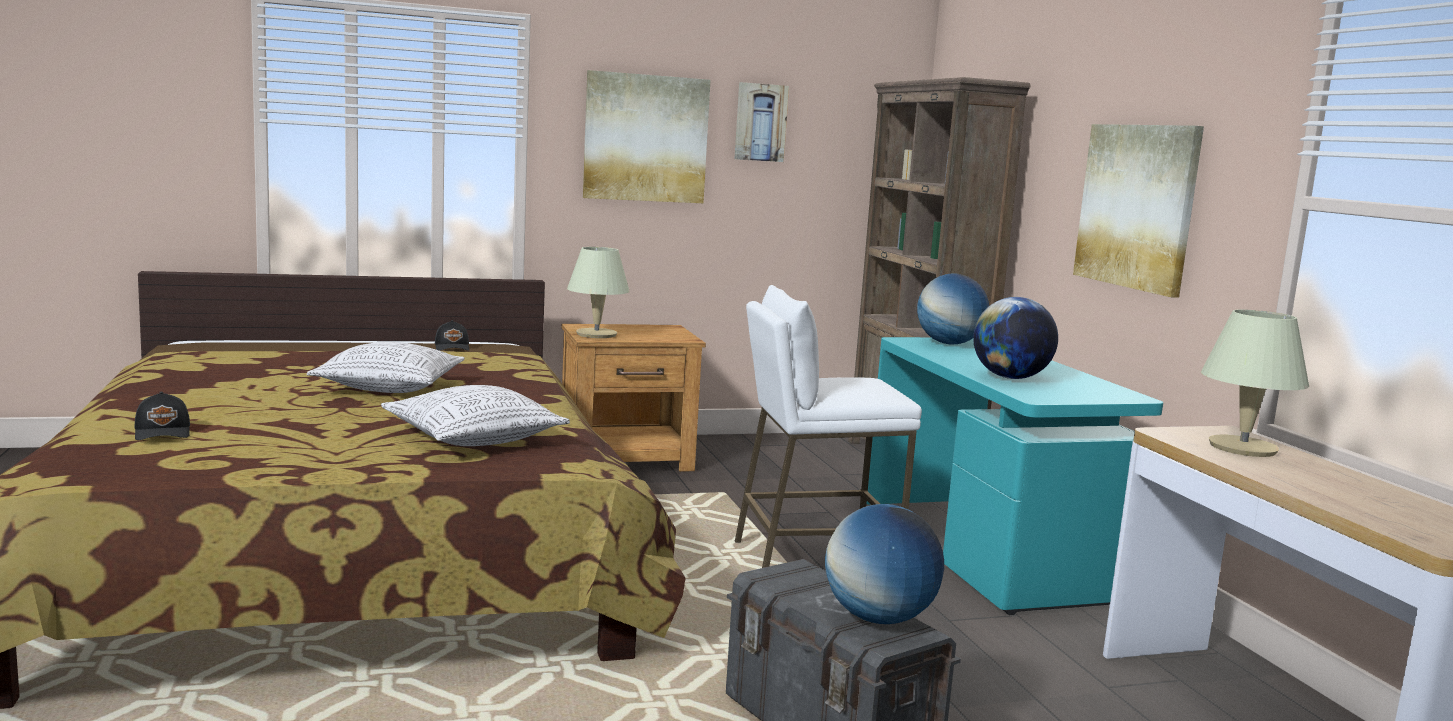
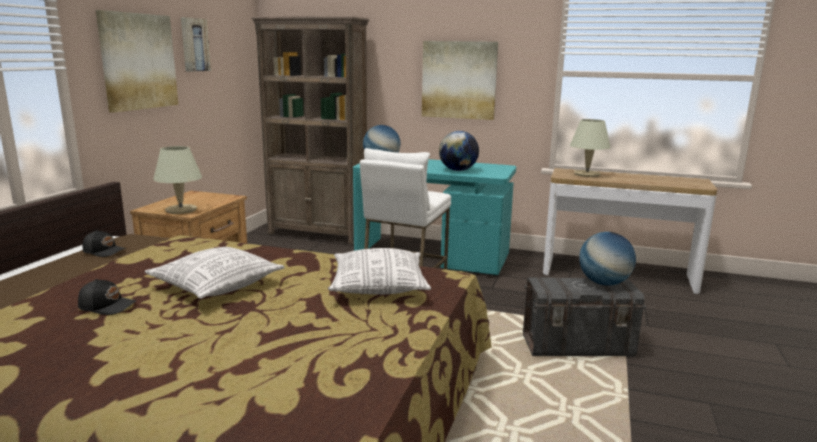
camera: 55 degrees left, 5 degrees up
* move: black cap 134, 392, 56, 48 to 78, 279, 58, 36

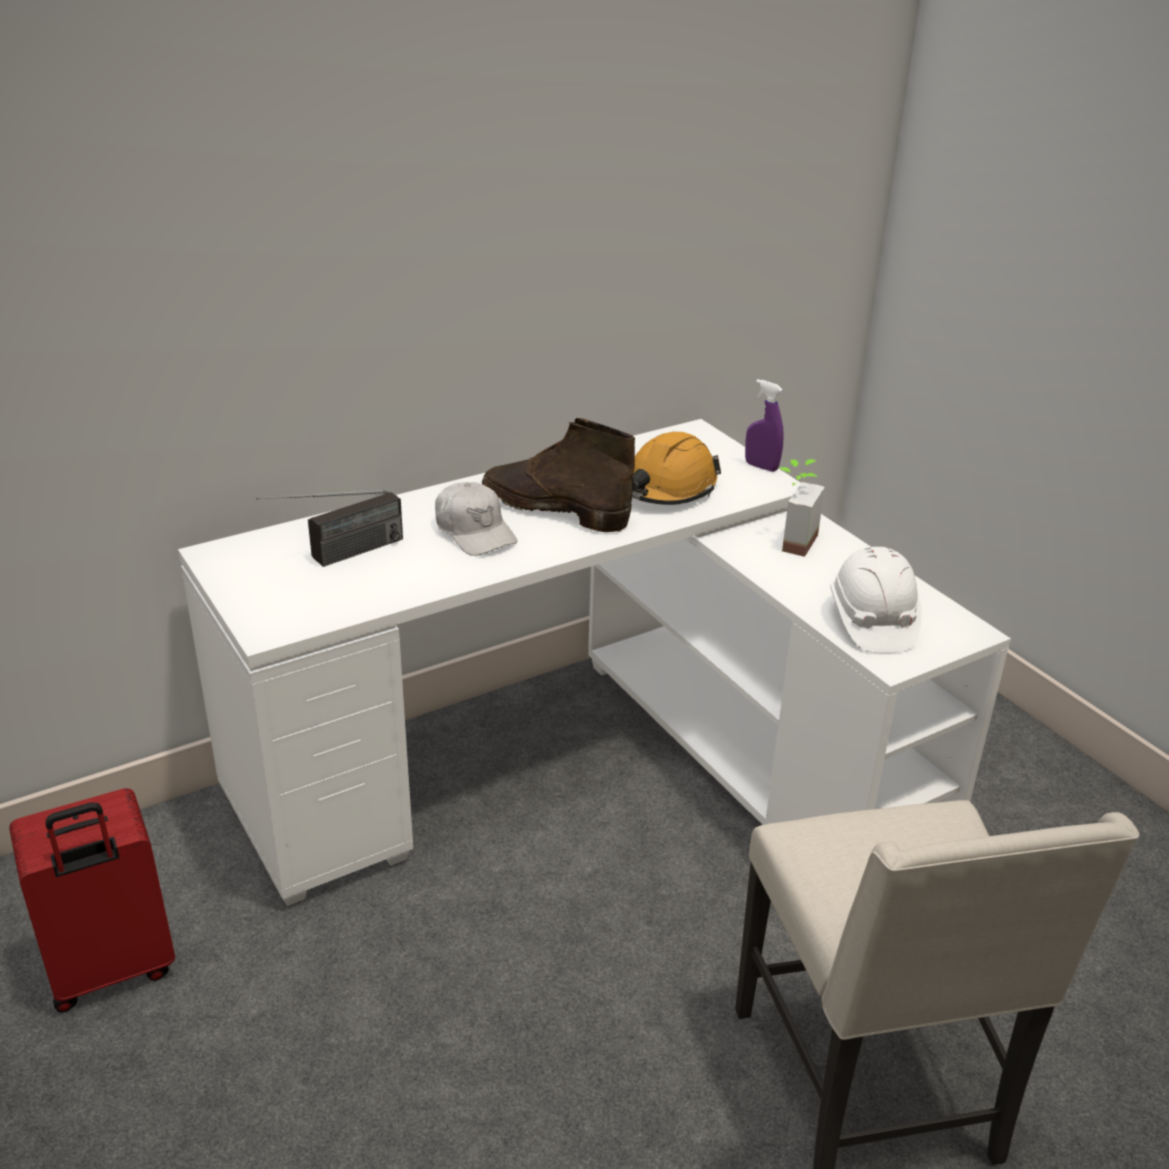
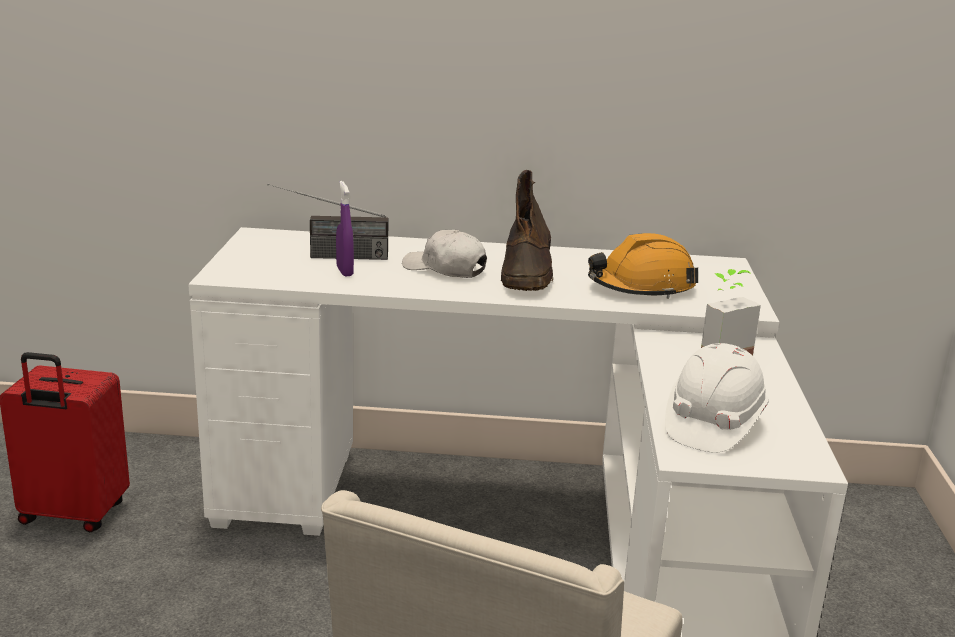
camera: 35 degrees right, 10 degrees down
* move: purple spray bottle 745, 379, 39, 93 to 336, 181, 18, 95
* rotate: brown boot 482, 418, 153, 114 = 501, 170, 52, 121 150 degrees counterclockwise
* rotate: white cap 435, 482, 83, 74 = 402, 230, 85, 48 120 degrees clockwise

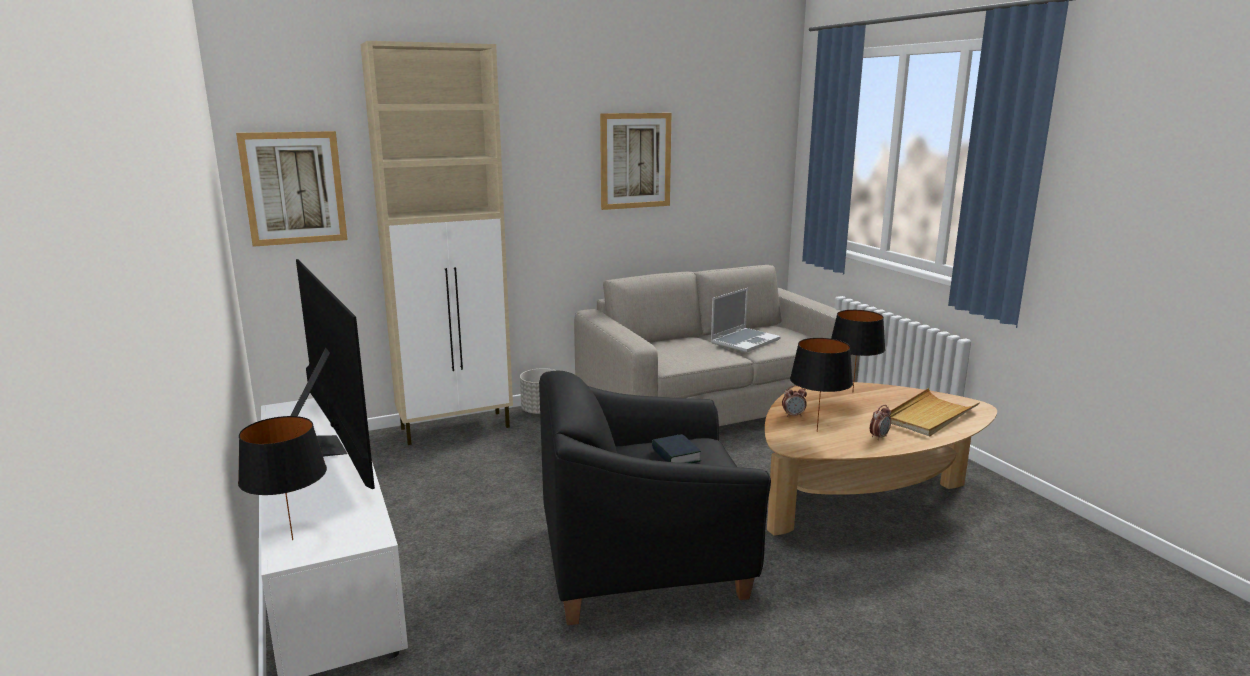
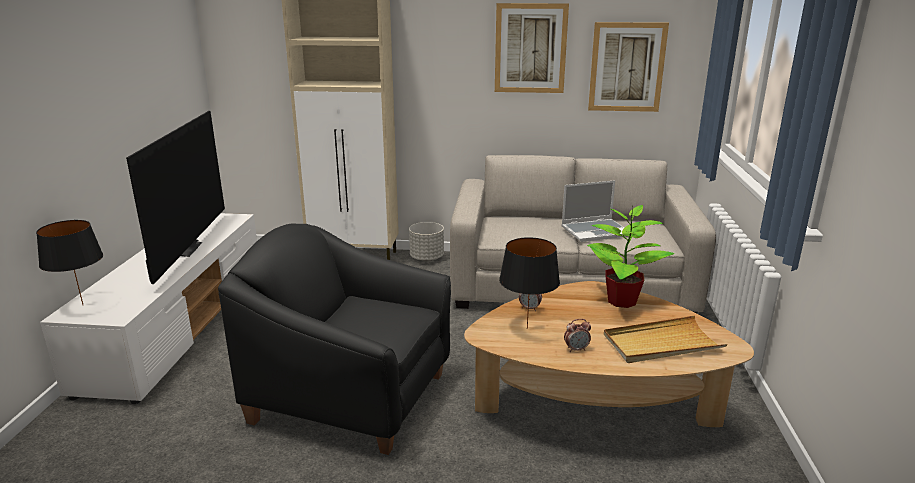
camera: 30 degrees right, 5 degrees up
* move: picture 236, 131, 112, 116 to 588, 22, 81, 90
* replace: black table lamp 831, 310, 55, 83 to potted plant 587, 205, 87, 103
* delete: book 652, 434, 49, 29

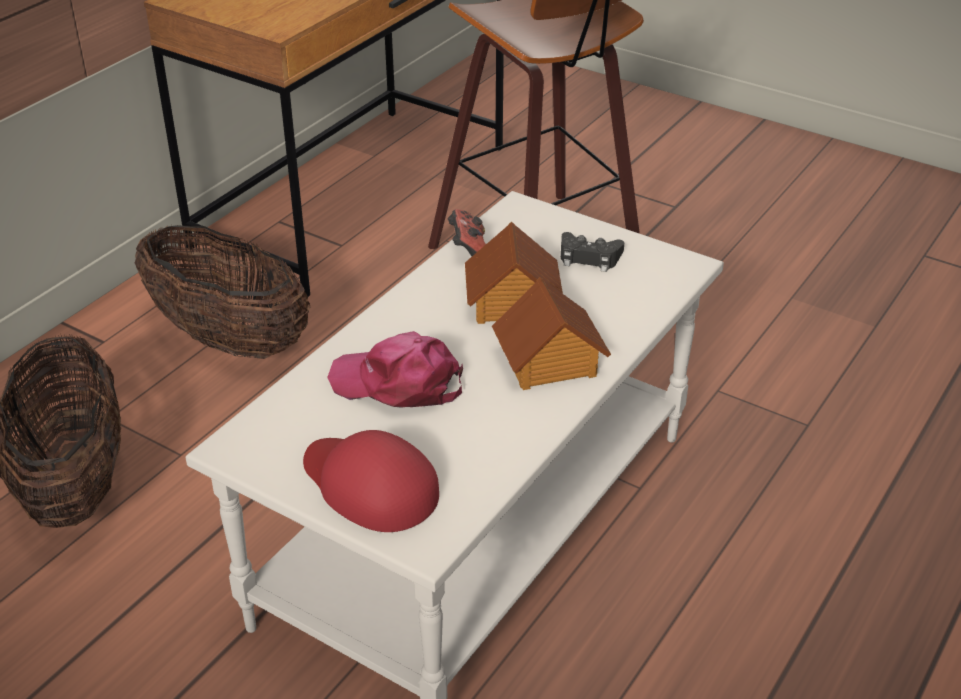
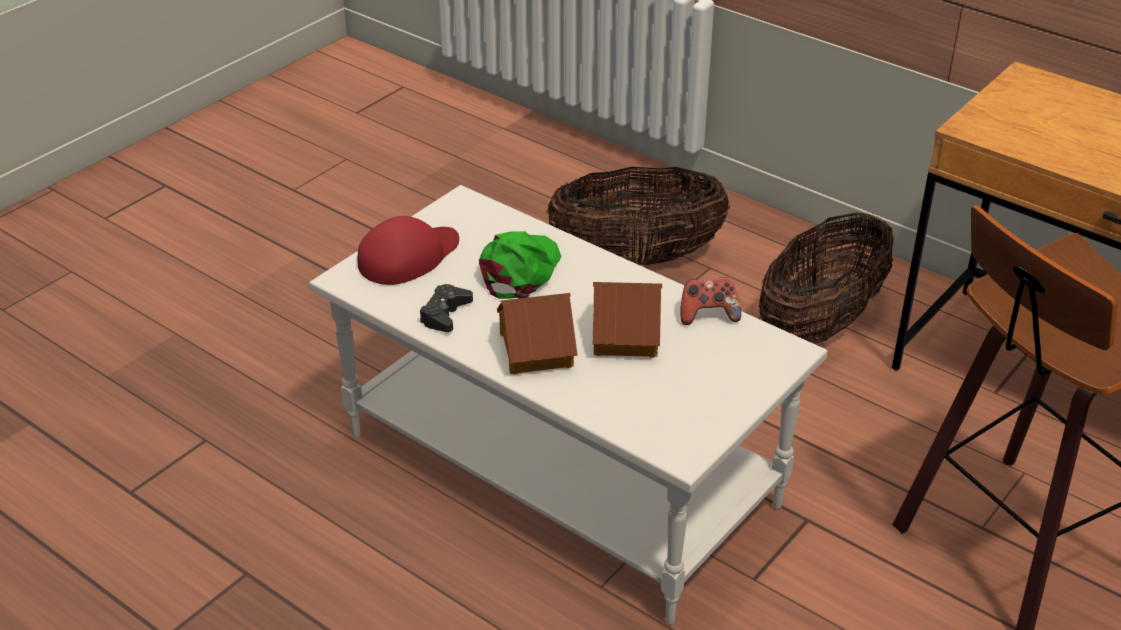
camera: 95 degrees right, 0 degrees up
* move: black game controller 561, 232, 63, 40 to 420, 284, 53, 48
* recolor: pink cap 327, 331, 136, 77 to green cap 479, 231, 82, 68

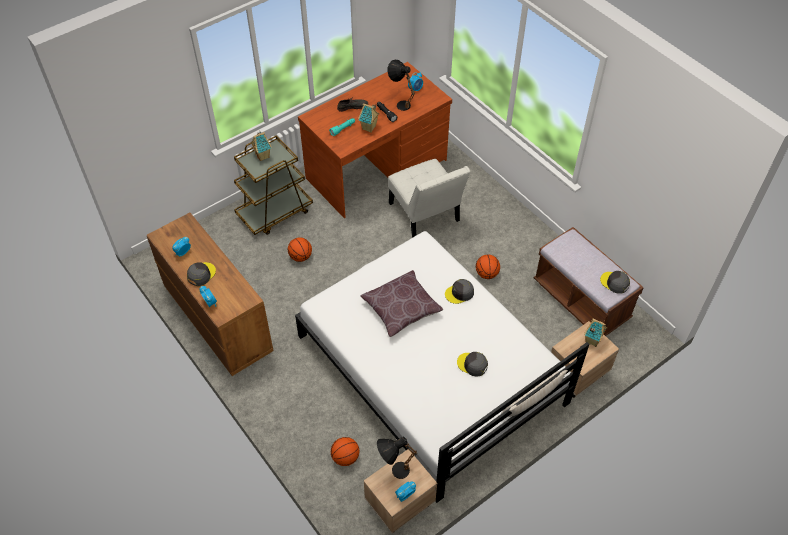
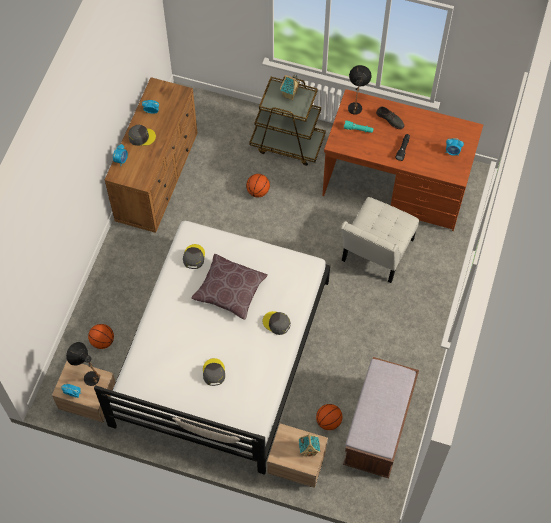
camera: 55 degrees right, 10 degrees up
* move: black table lamp 387, 60, 28, 51 to 348, 65, 24, 50
* delete: toy house 358, 103, 21, 30
* move: basketball 476, 254, 24, 25 to 316, 404, 26, 26
* move: grey cap 600, 271, 30, 23 to 183, 244, 22, 25

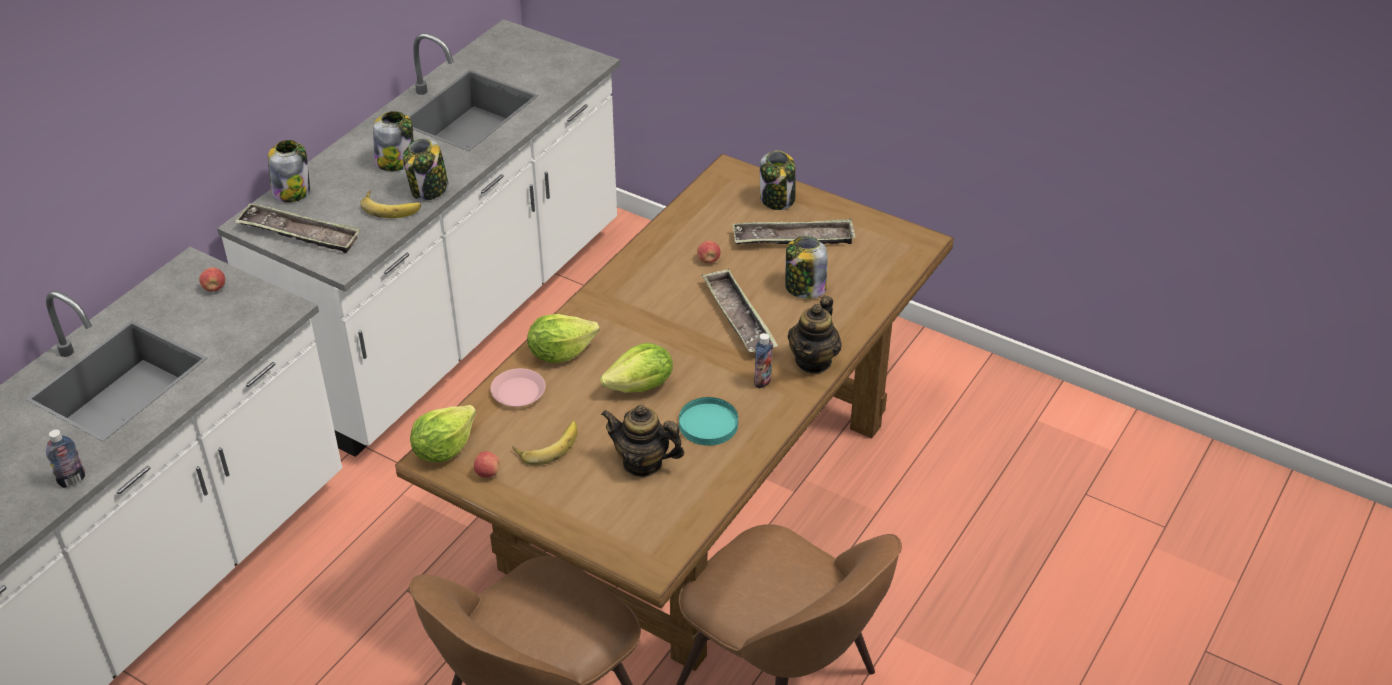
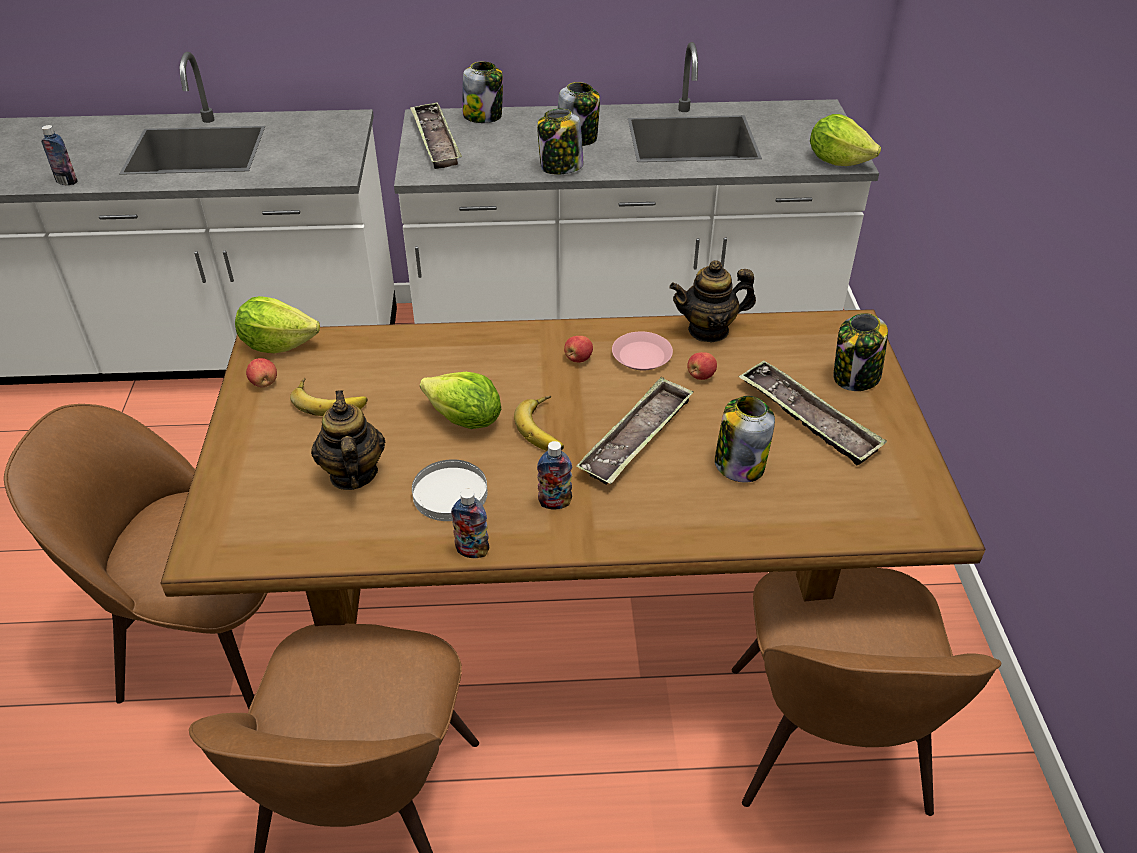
camera: 55 degrees right, 0 degrees up
* move: banana 360, 190, 61, 28 to 514, 396, 50, 55
* move: apple 199, 267, 26, 25 to 564, 336, 29, 27
* move: teapot 788, 296, 54, 78 to 669, 260, 87, 82
* move: lettuce 527, 314, 72, 49 to 810, 114, 71, 52
* move: pink plate 490, 368, 55, 39 to 612, 332, 61, 38
* recolor: turquoise plate 679, 397, 59, 49 to white plate 412, 459, 76, 62
* insert: bottle 451, 489, 38, 69
* insert: brown chair 732, 568, 270, 248

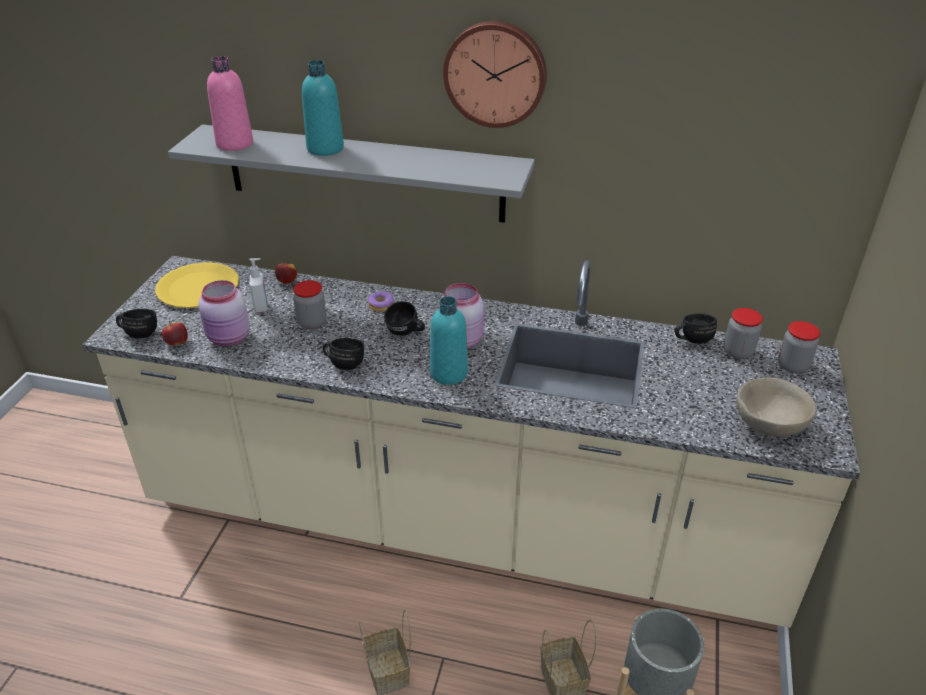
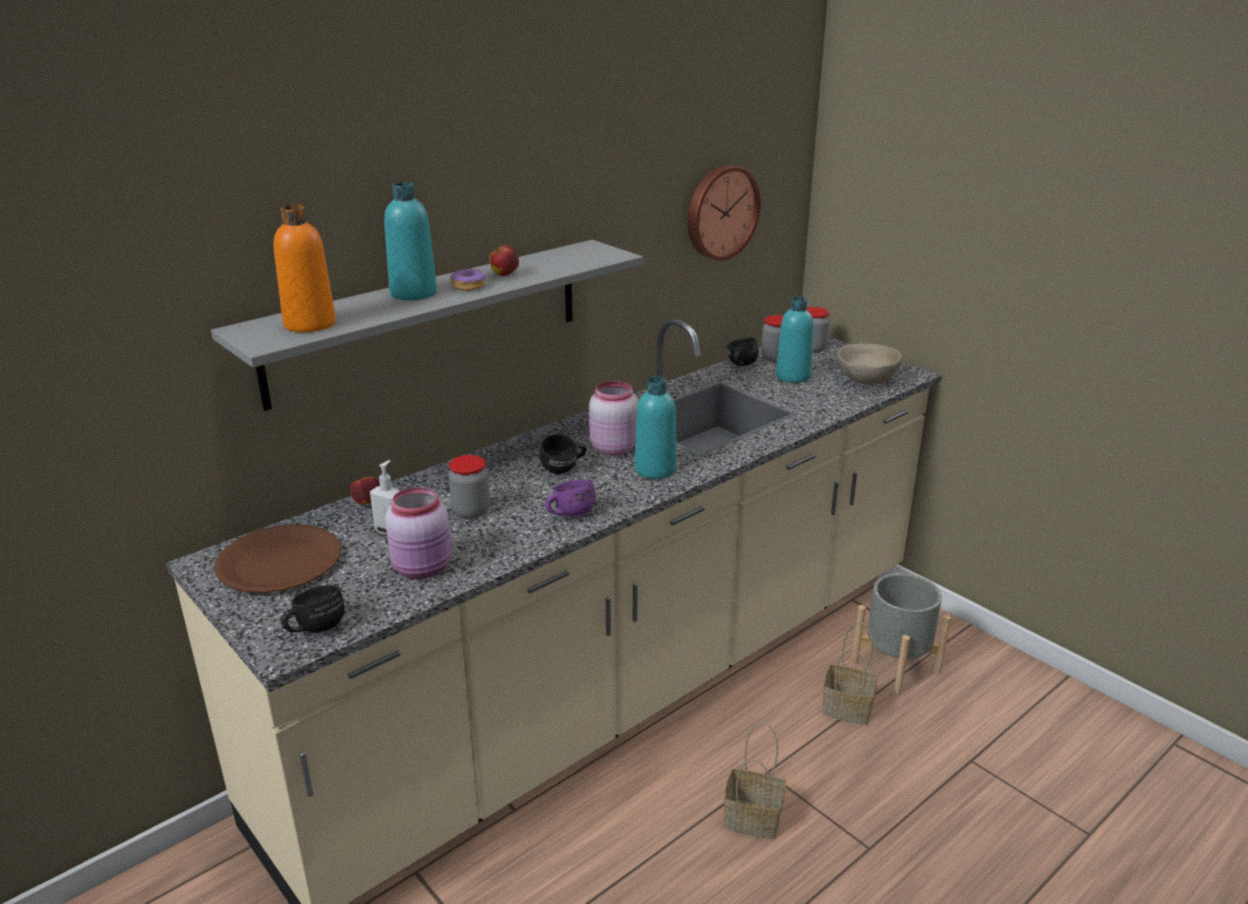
camera: 55 degrees left, 10 degrees down
* move: wall clock 443, 21, 104, 107 to 688, 165, 73, 96
* recolor: pink bottle 207, 56, 46, 95 to orange bottle 274, 205, 62, 127
* recolor: yellow plate 155, 262, 84, 46 to brown plate 214, 524, 127, 69
* move: donut 368, 291, 26, 21 to 450, 268, 36, 23
* move: apple 162, 321, 26, 25 to 489, 246, 30, 30
* recolor: black mug 323, 338, 41, 32 to purple mug 545, 479, 51, 38
* insert: turquoise bottle 776, 297, 38, 86

